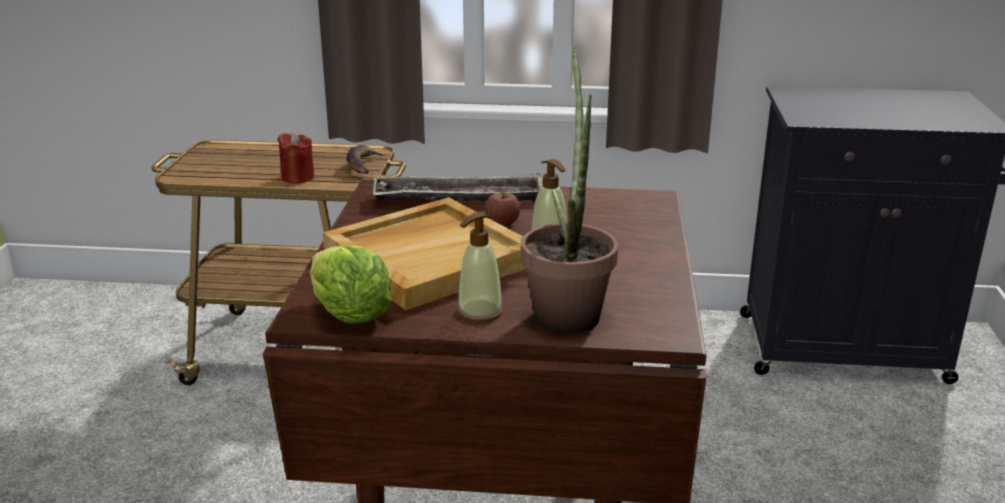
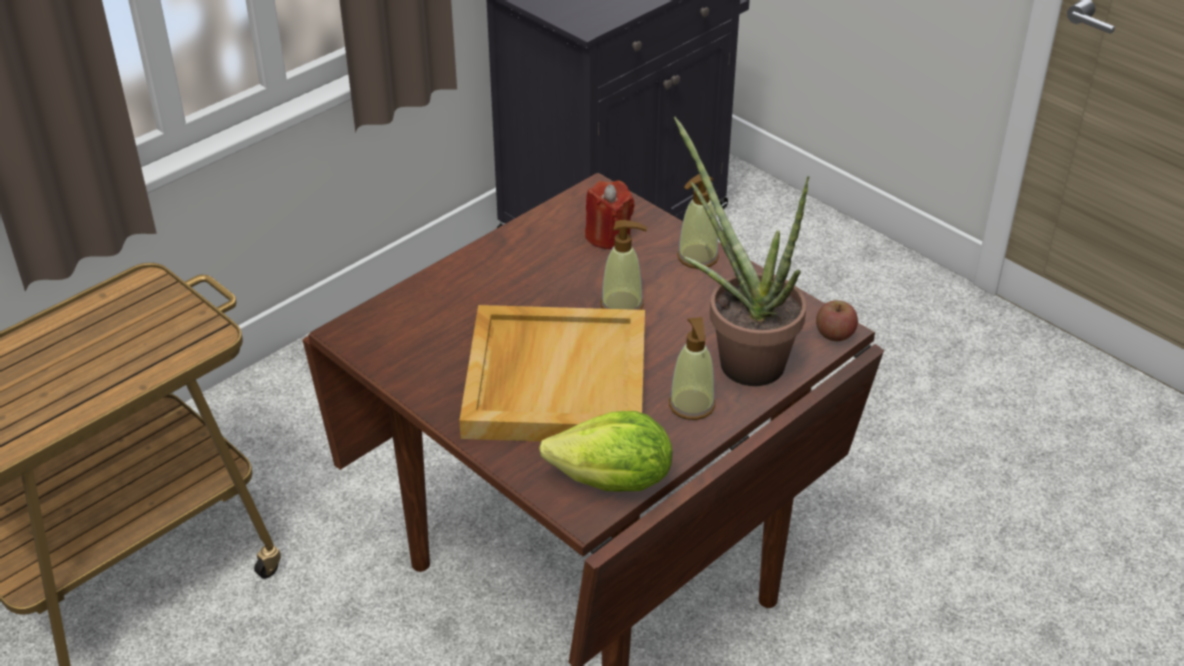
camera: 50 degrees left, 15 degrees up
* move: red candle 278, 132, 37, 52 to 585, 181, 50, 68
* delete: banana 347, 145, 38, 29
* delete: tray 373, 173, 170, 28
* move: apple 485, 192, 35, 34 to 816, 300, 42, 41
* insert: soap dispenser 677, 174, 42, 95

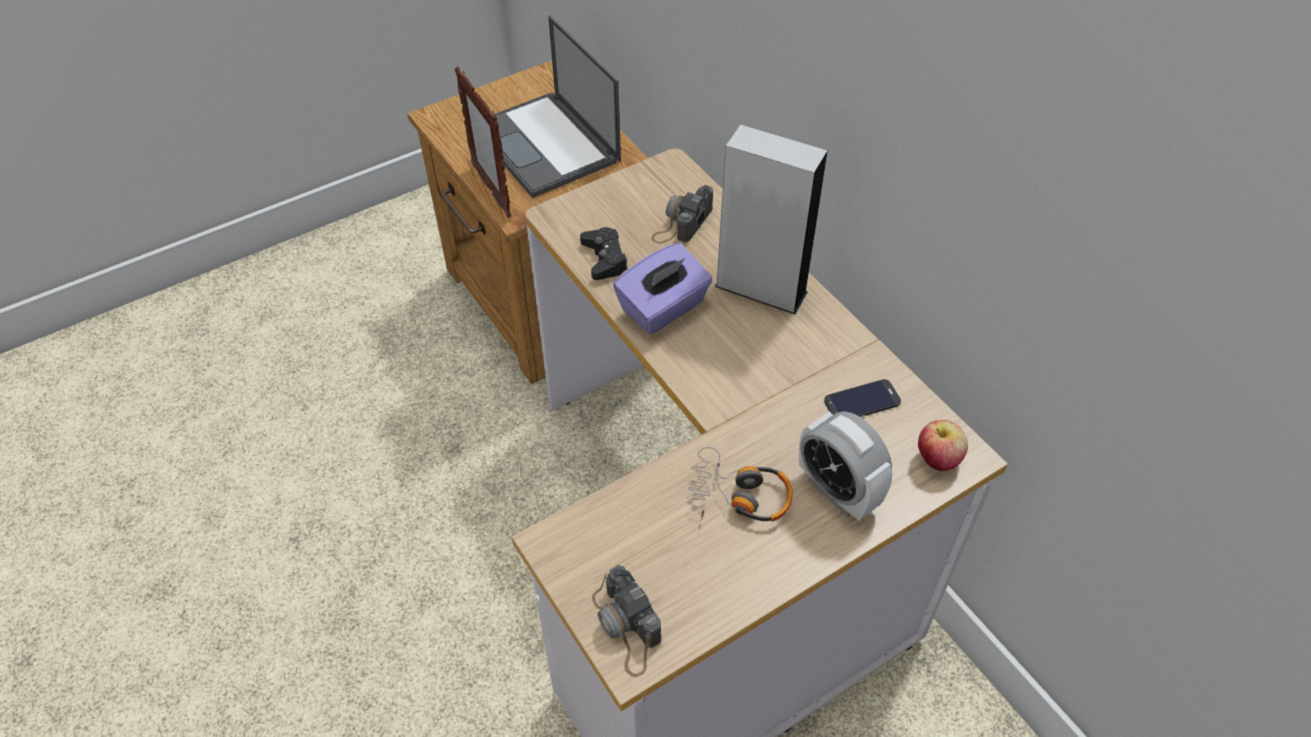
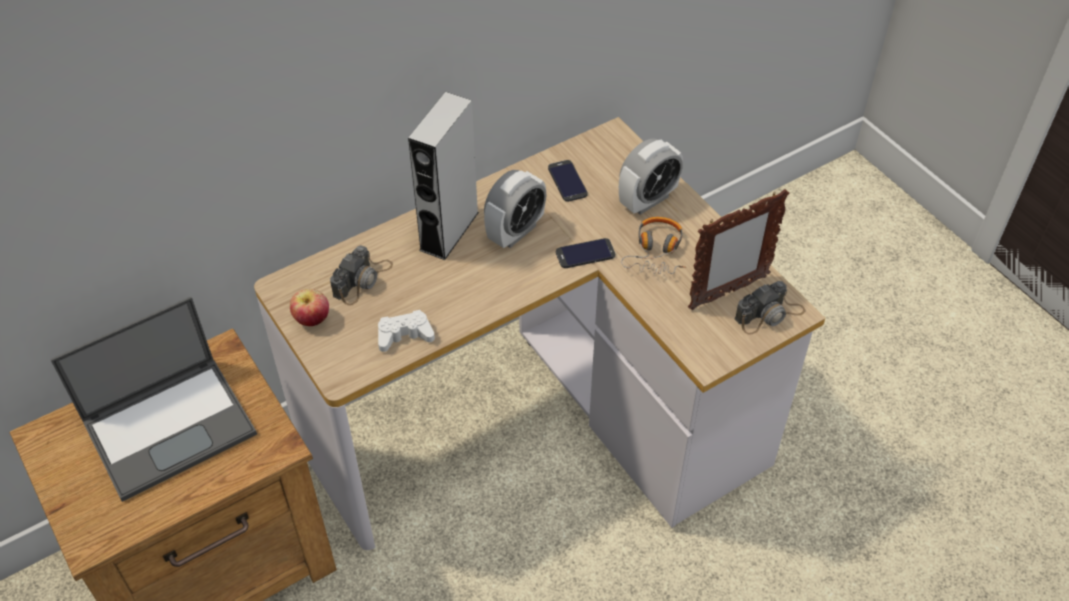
camera: 90 degrees left, 0 degrees up
* move: picture frame 455, 66, 56, 151 to 688, 189, 101, 121
* rotate: photo camera 652, 185, 61, 59 = 330, 245, 63, 61 90 degrees counterclockwise
* recolor: black game controller 580, 227, 48, 53 to white game controller 378, 310, 57, 42
* delete: purple tissue box 613, 243, 100, 91
* move: apple 918, 420, 50, 51 to 290, 289, 39, 37
* insert: alarm clock 484, 170, 62, 78
* insert: phone 556, 238, 59, 30

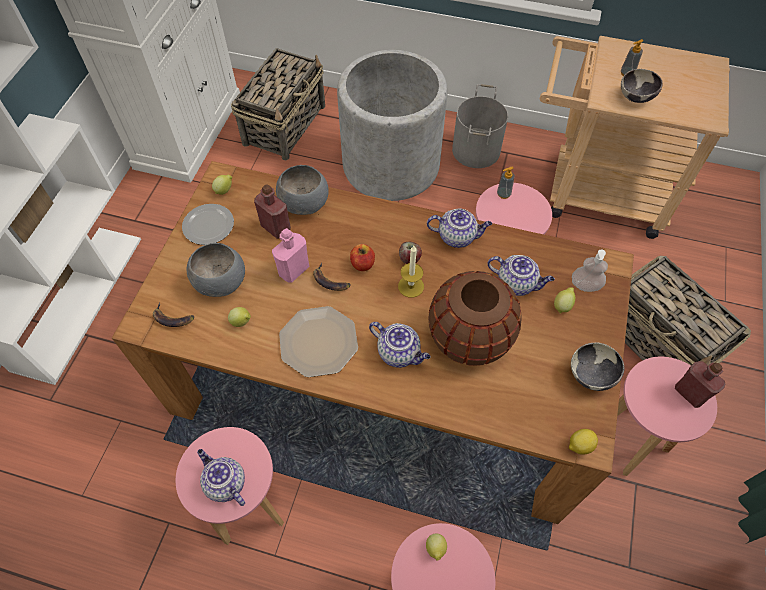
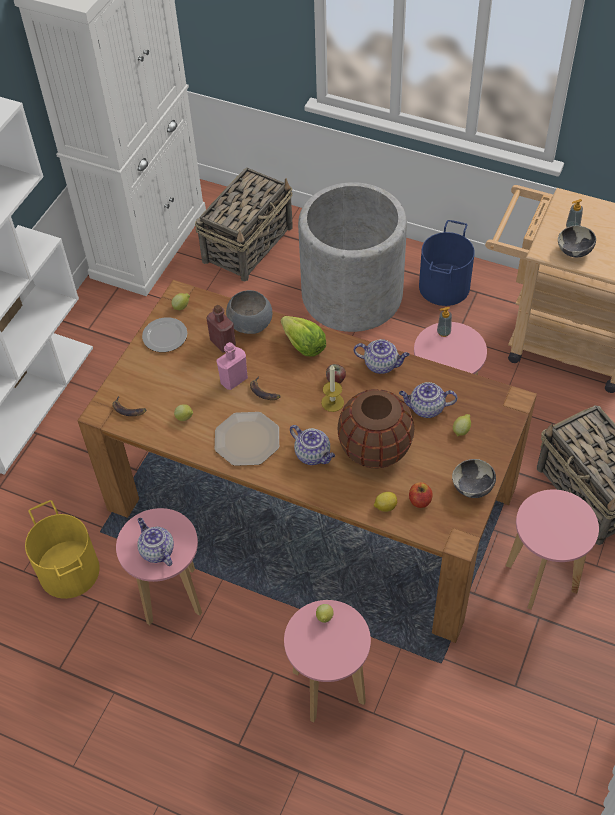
camera: 10 degrees right, 5 degrees down
* recolor: grey bucket 452, 84, 56, 84 to blue bucket 419, 220, 56, 86
* delete: grey bowl 187, 243, 58, 54
* move: apple 350, 244, 25, 27 to 409, 482, 24, 26
* delete: soap dispenser 572, 250, 36, 42
* rotate: teapot 488, 255, 67, 41 = 399, 382, 58, 36 150 degrees clockwise
* delete: red bottle 675, 361, 50, 47
* move: lemon 569, 429, 29, 26 to 374, 492, 23, 20
* insert: lettuce 281, 316, 45, 40
* insert: yellow bucket 25, 500, 75, 99

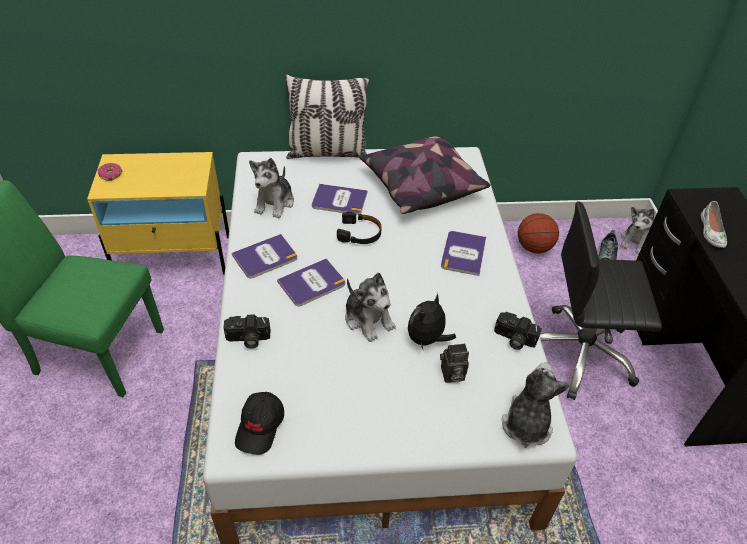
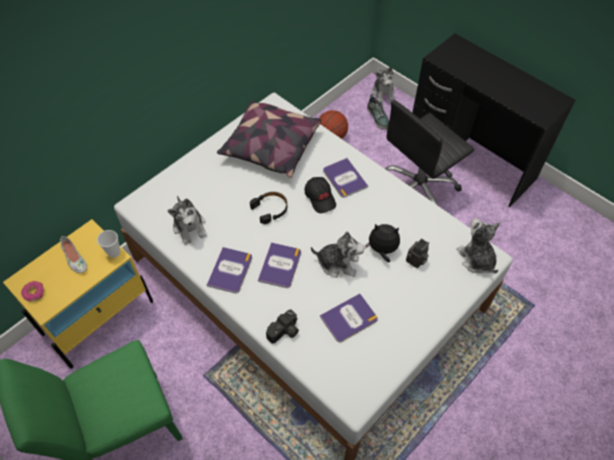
camera: 40 degrees left, 10 degrees up
* delete: pillow 285, 74, 85, 85
* move: book 312, 184, 55, 31 to 320, 293, 58, 49
* move: white shoe 701, 201, 26, 47 to 60, 236, 27, 37
* rotate: plush toy 408, 293, 48, 56 = 365, 224, 35, 38 105 degrees clockwise
* delete: photo camera 494, 312, 48, 38
* move: black cap 235, 392, 49, 63 to 305, 177, 31, 36
* insert: cup 97, 230, 23, 28

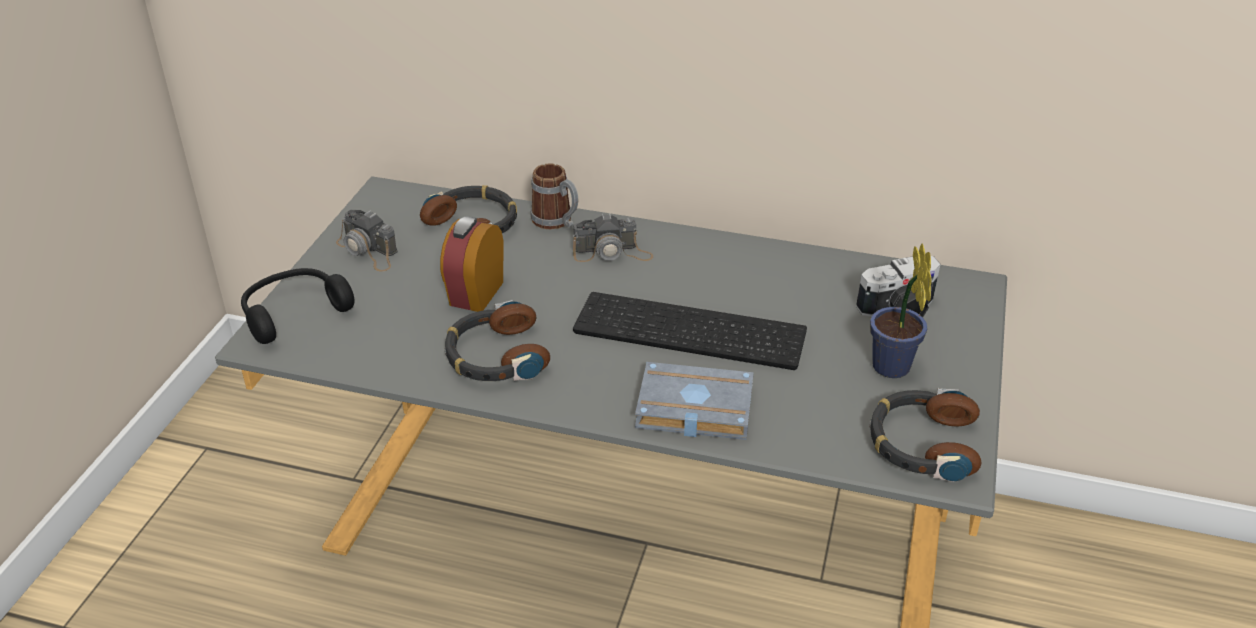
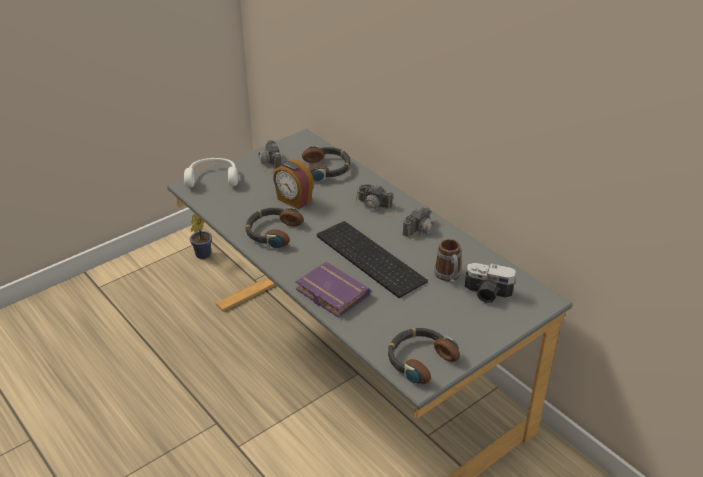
camera: 35 degrees right, 0 degrees up
* move: mug 530, 163, 48, 66 to 434, 239, 27, 44
* rotate: alarm clock 440, 216, 64, 96 = 273, 159, 41, 51 105 degrees counterclockwise
* move: potted plant 870, 244, 62, 134 to 190, 214, 22, 45
* recolor: black headphones 241, 268, 114, 76 to white headphones 184, 158, 54, 30
* recolor: grey book 635, 362, 119, 78 to purple book 296, 262, 75, 56
* insert: photo camera 403, 206, 41, 35

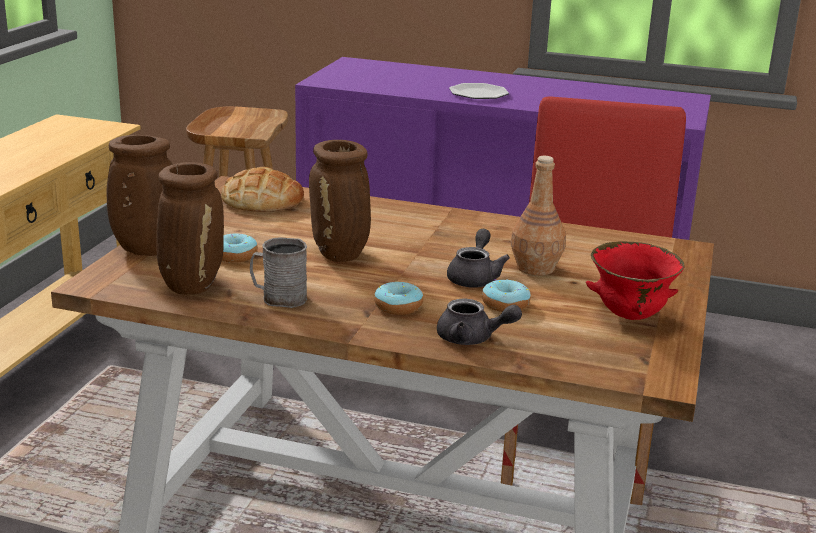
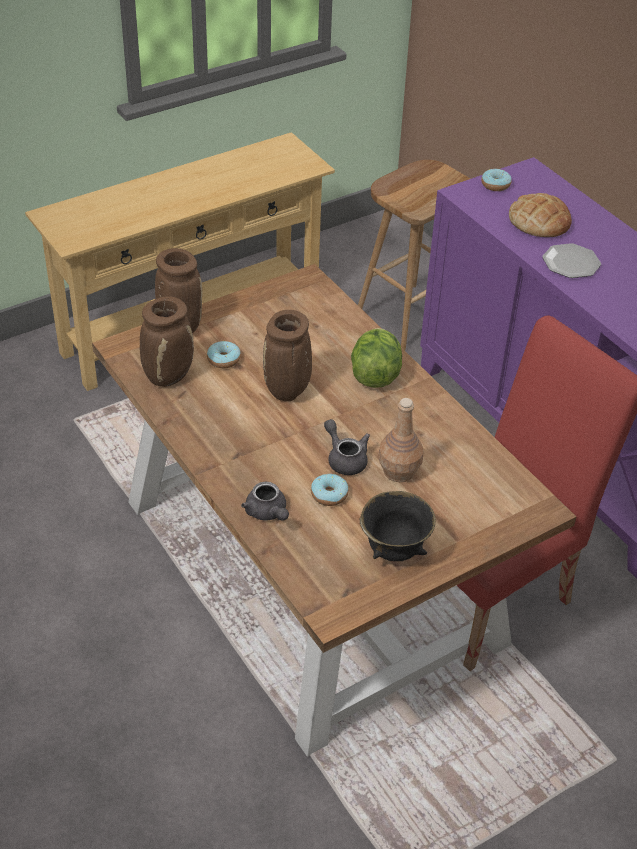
camera: 40 degrees right, 20 degrees up
* move: bread 221, 167, 83, 45 to 509, 193, 63, 44
* rotate: grey teapot 447, 229, 63, 59 = 324, 419, 46, 56 90 degrees counterclockwise
* delete: grey mug 250, 238, 57, 70
* recolor: red bowl 586, 241, 99, 79 to black bowl 359, 491, 77, 70
* move: donut 374, 281, 49, 34 to 481, 169, 31, 22
* insert: lettuce 351, 328, 51, 60

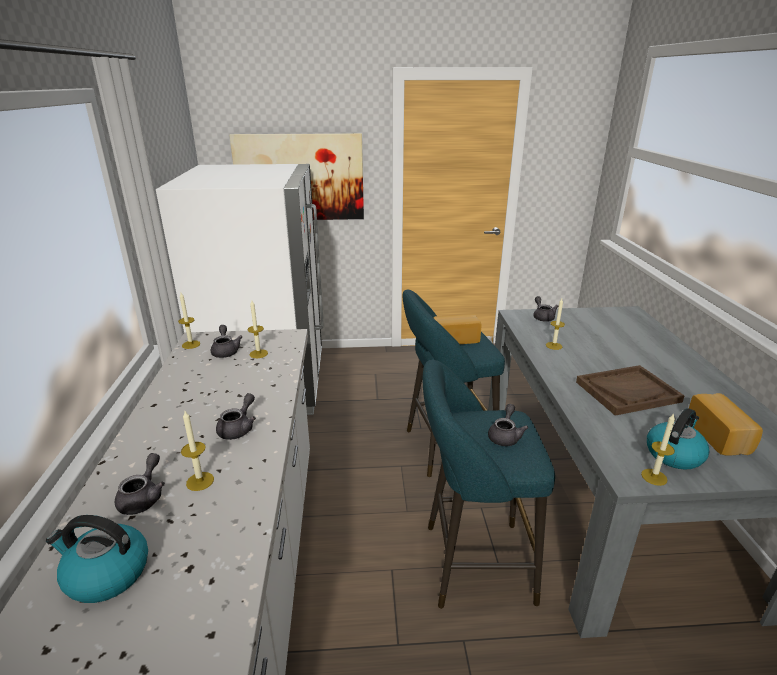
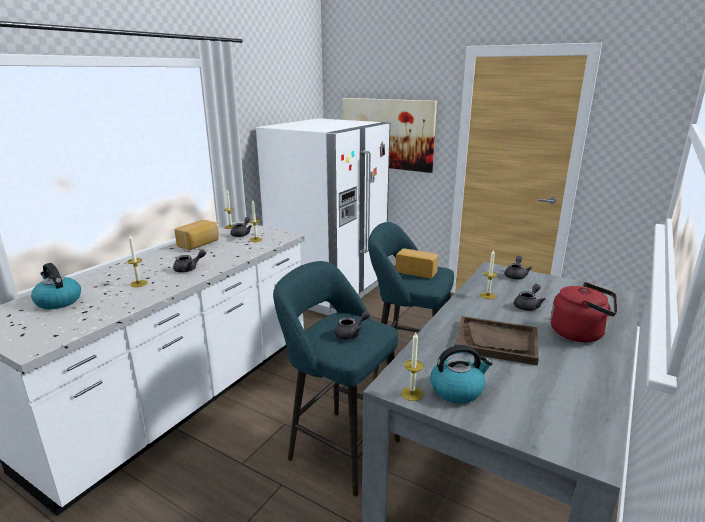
camera: 35 degrees right, 5 degrees down
* move: bread 689, 393, 74, 62 to 175, 220, 44, 30
* move: grey teapot 115, 453, 50, 62 to 514, 284, 32, 27
* insert: red kettle 550, 282, 67, 60

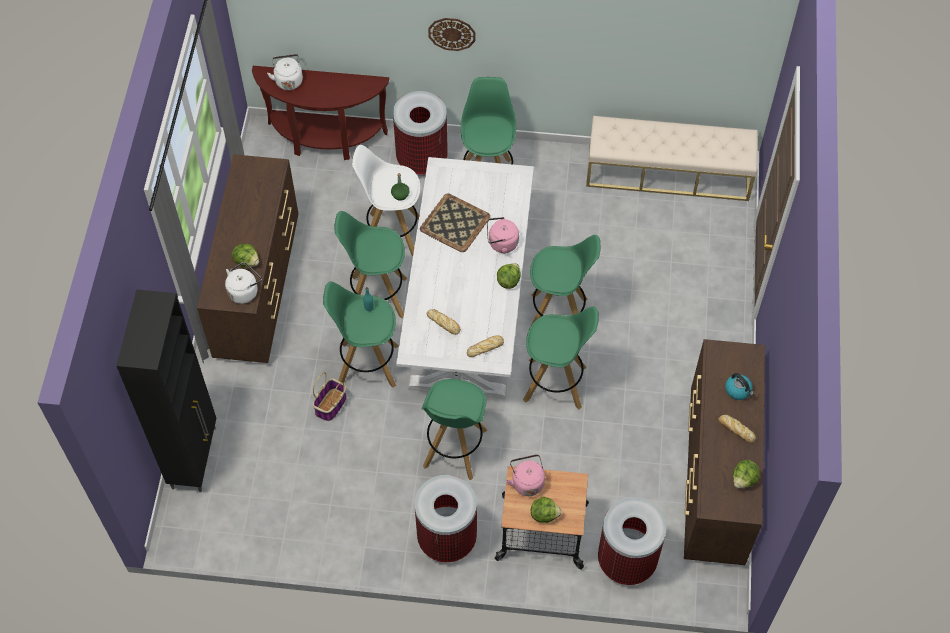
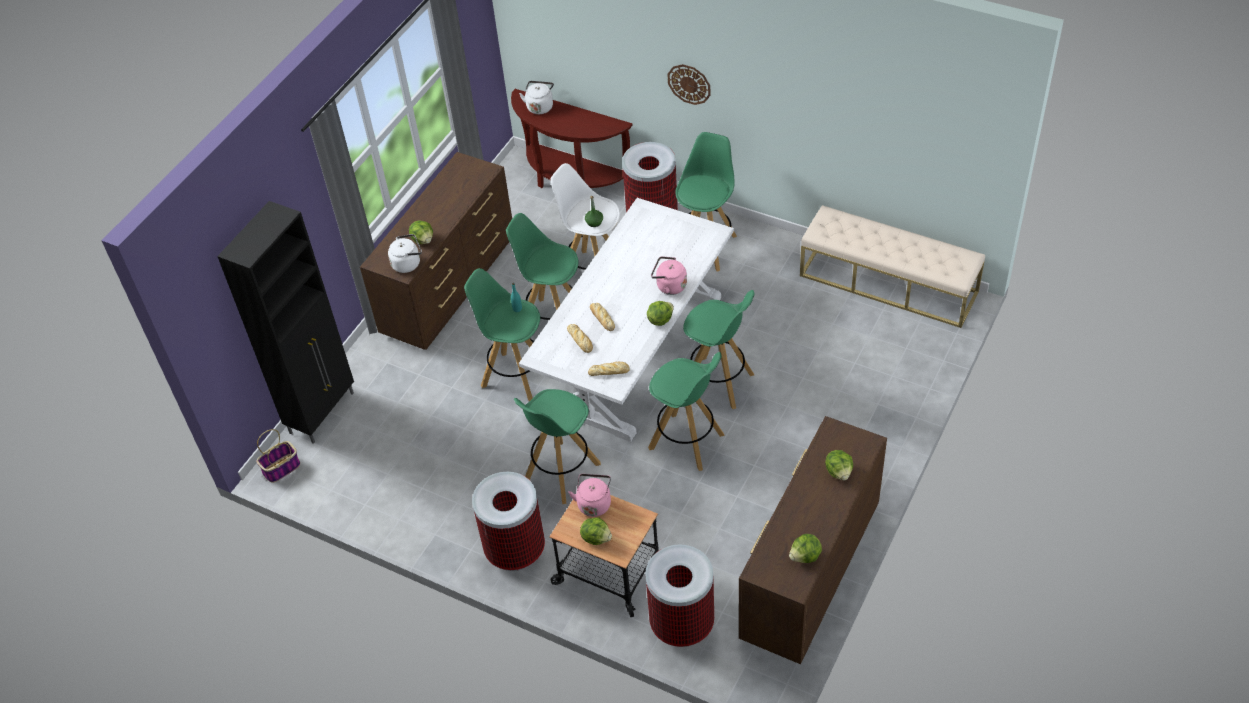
camera: 25 degrees right, 10 degrees down
* delete: tray 420, 193, 70, 59
* move: basket 313, 372, 34, 49 to 257, 429, 43, 54
* replace: kettle 725, 373, 29, 27 to lettuce 825, 450, 28, 31
* move: bread 718, 415, 38, 28 to 590, 303, 25, 28

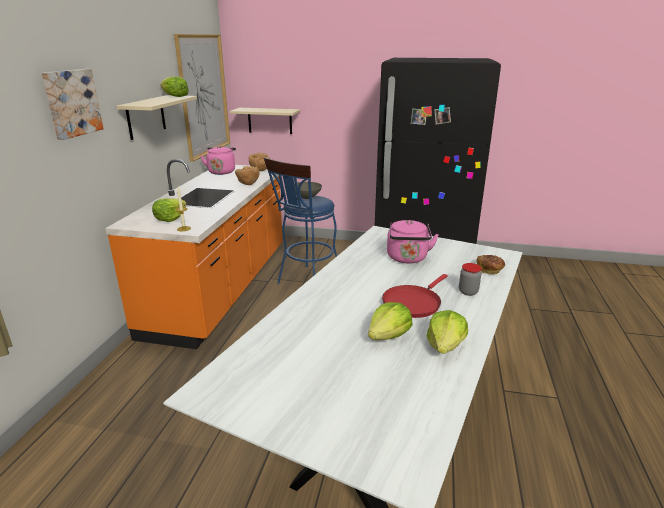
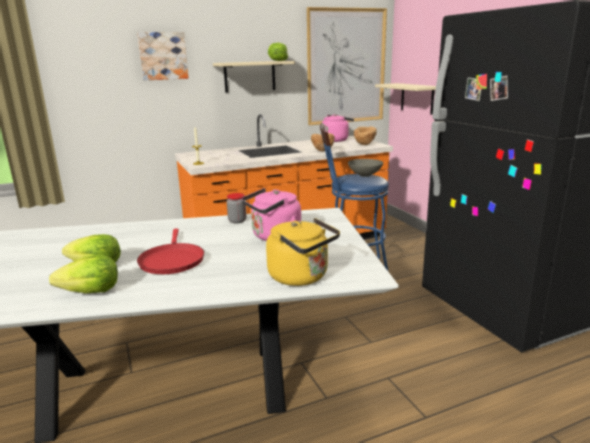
camera: 55 degrees right, 5 degrees down
* delete: lettuce 152, 198, 35, 24
* replace: bread 476, 255, 29, 19 to yellow kettle 266, 218, 74, 68
* move: jar 459, 263, 23, 33 to 227, 193, 20, 30
* rotate: red frying pan 382, 274, 66, 44 = 137, 228, 67, 46 105 degrees counterclockwise

